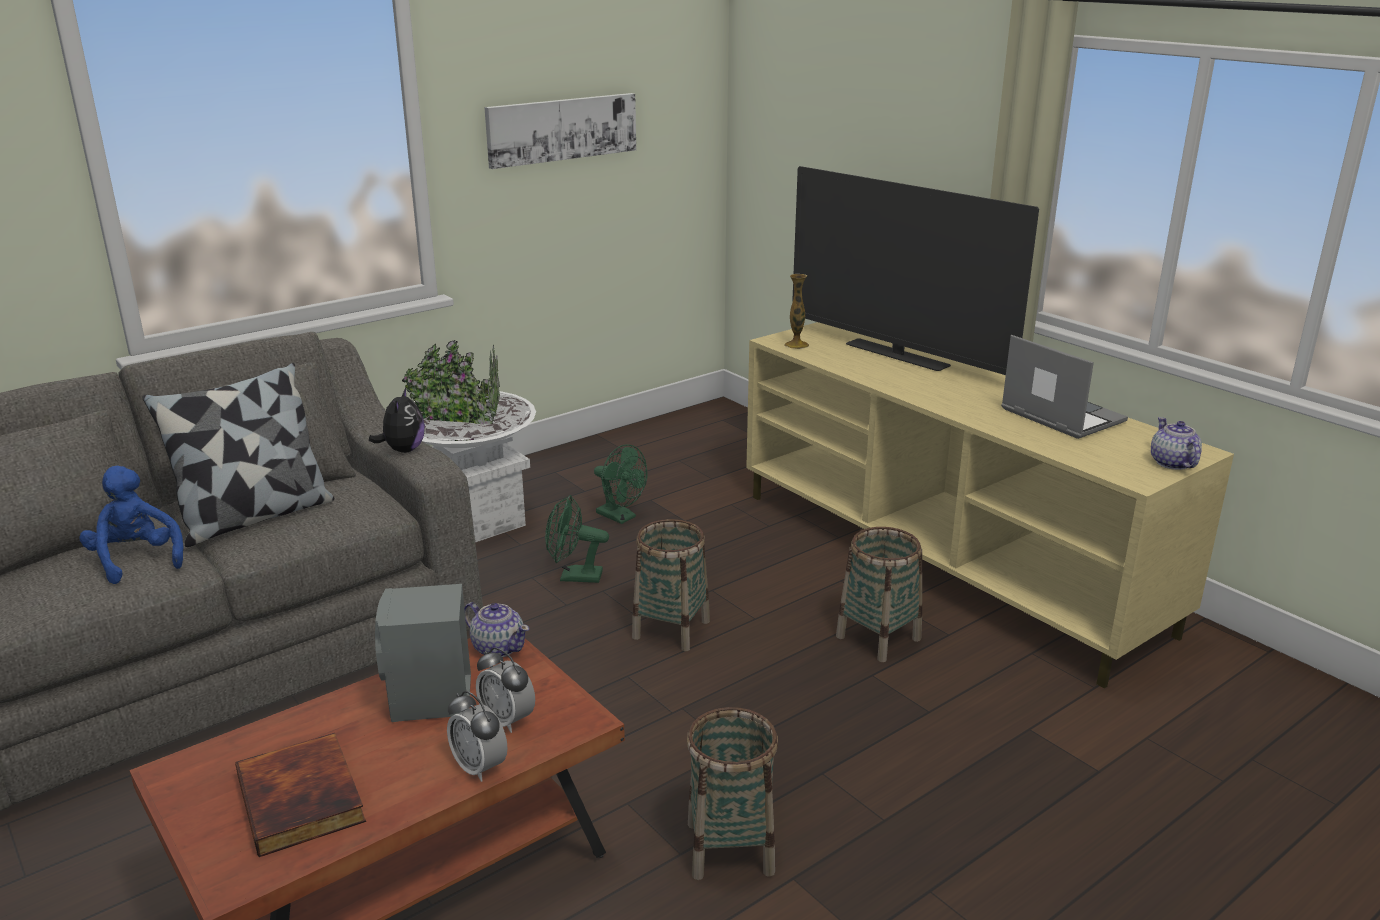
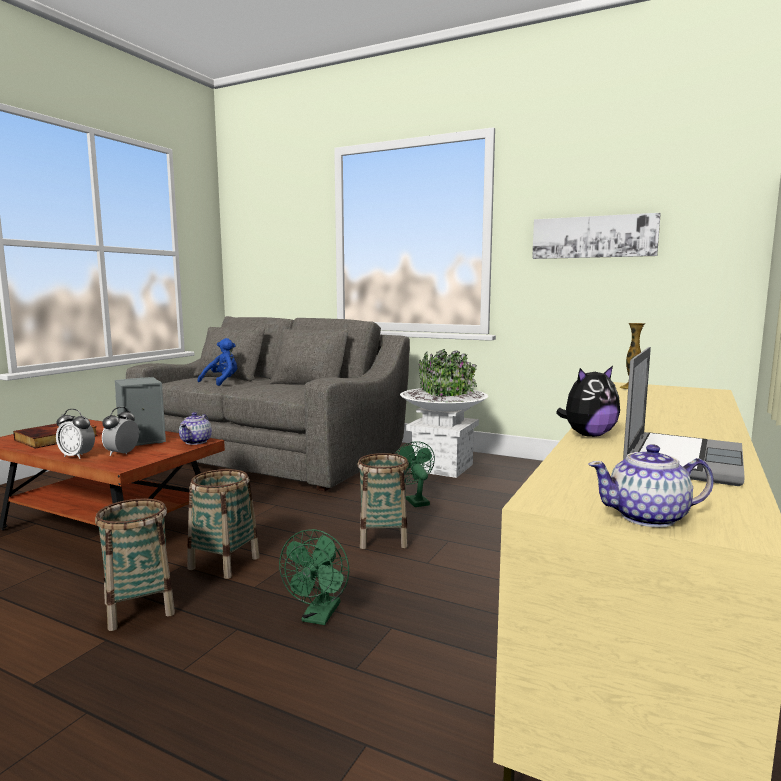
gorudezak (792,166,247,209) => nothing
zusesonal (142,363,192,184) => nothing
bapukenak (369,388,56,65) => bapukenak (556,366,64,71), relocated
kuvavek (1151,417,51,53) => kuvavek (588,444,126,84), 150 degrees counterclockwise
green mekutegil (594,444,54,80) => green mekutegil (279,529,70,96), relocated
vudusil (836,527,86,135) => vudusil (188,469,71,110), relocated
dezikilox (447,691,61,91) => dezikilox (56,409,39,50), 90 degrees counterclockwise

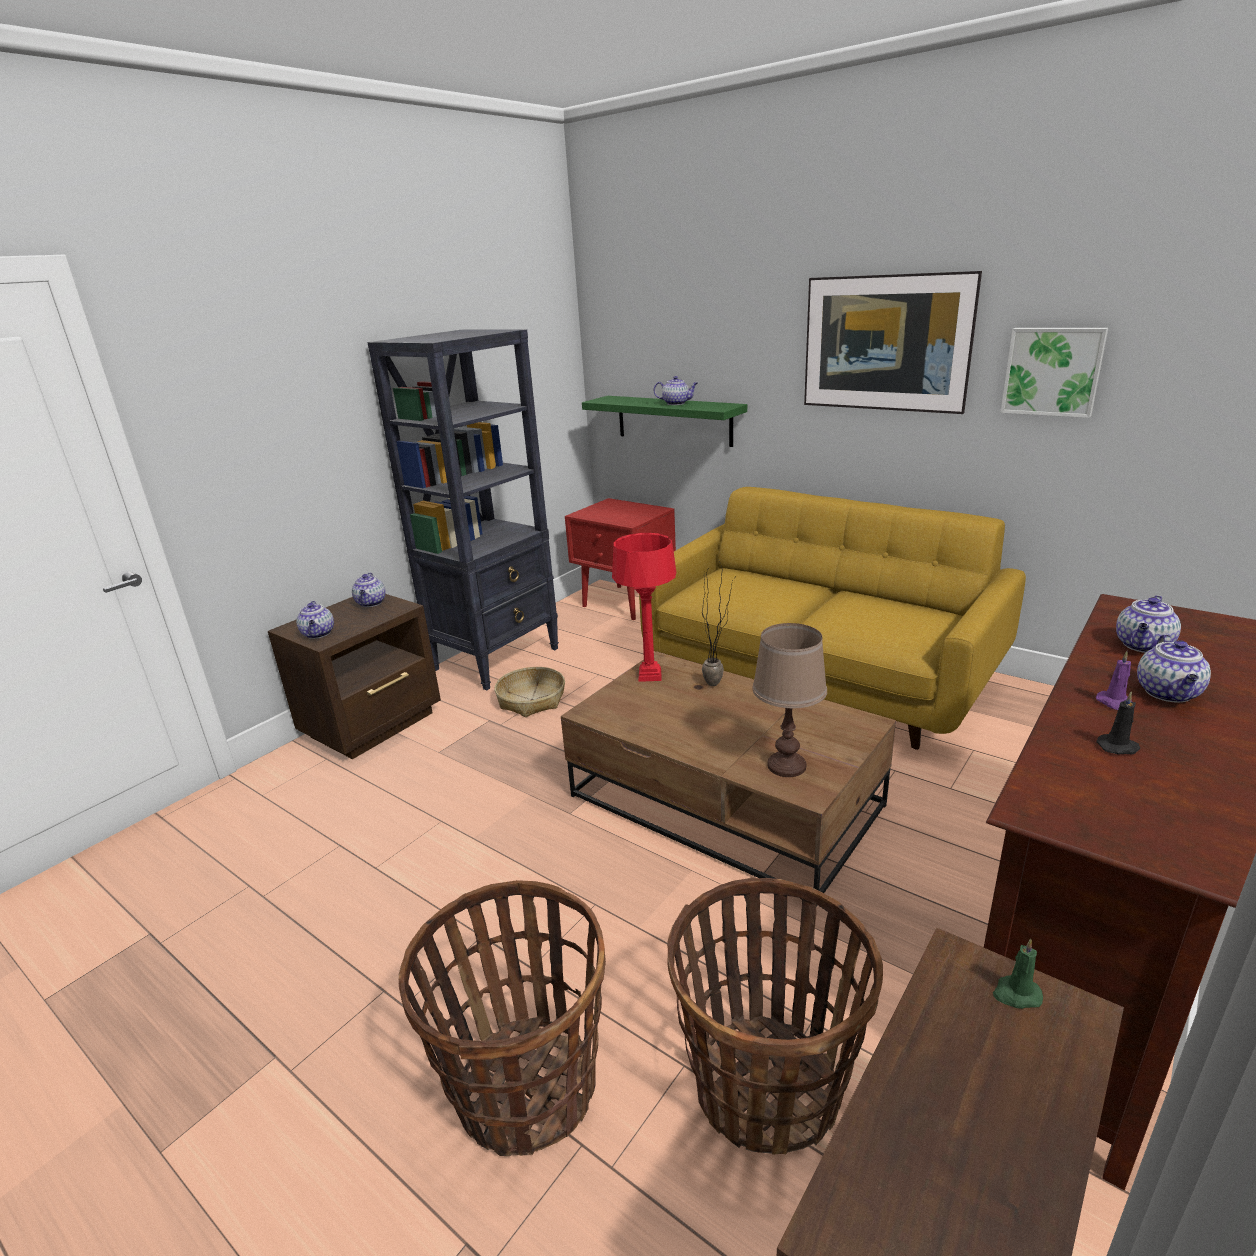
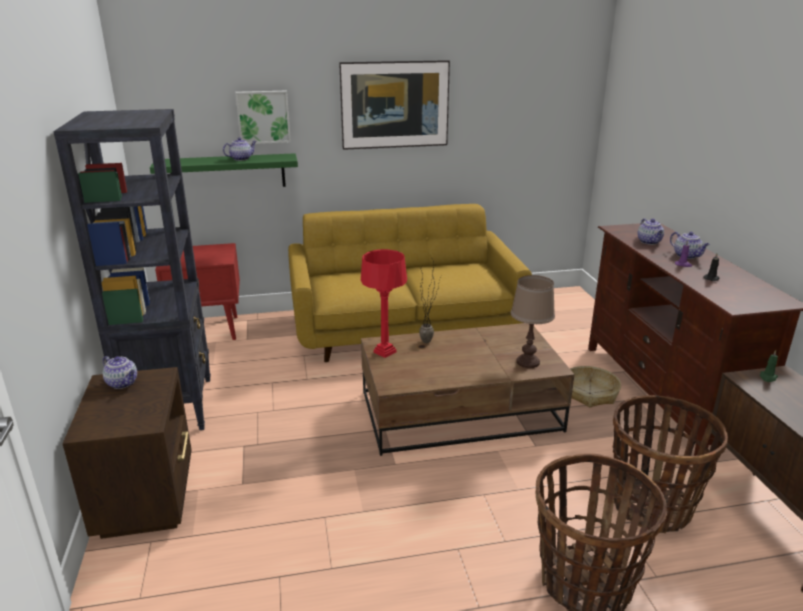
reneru (1000,328,108,90) => reneru (235,91,56,53), relocated
kuvavek (296,601,38,38) => nothing
vudusil (494,667,71,50) => vudusil (570,366,51,42), relocated

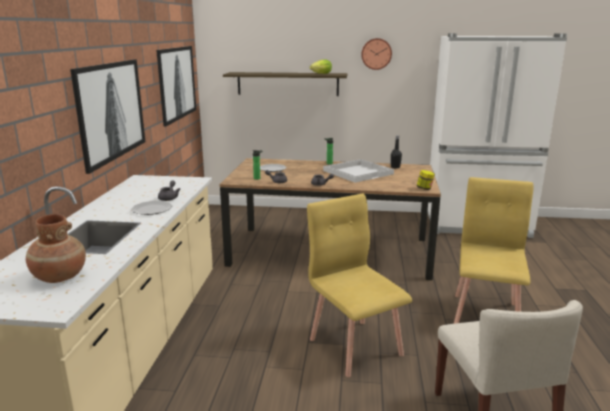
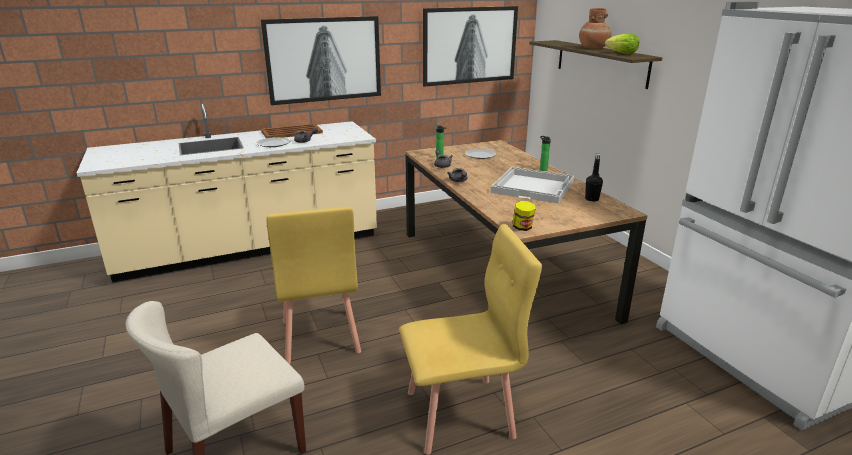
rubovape (361,38,31,32) => nothing
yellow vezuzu (307,194,105,183) => yellow vezuzu (266,207,95,157), 135 degrees clockwise
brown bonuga (26,214,60,69) => brown bonuga (579,8,33,41), relocated
nothing => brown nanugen (261,123,62,15)

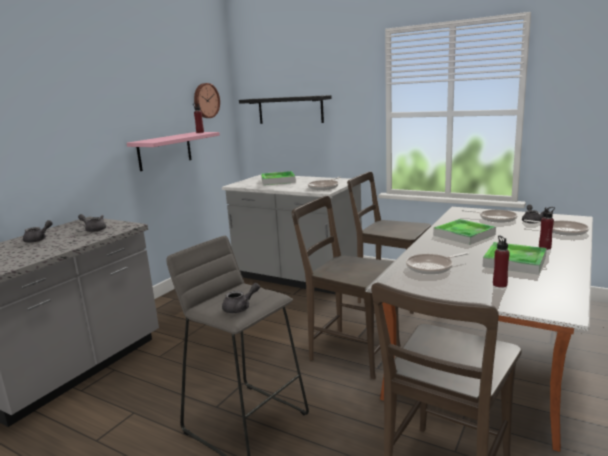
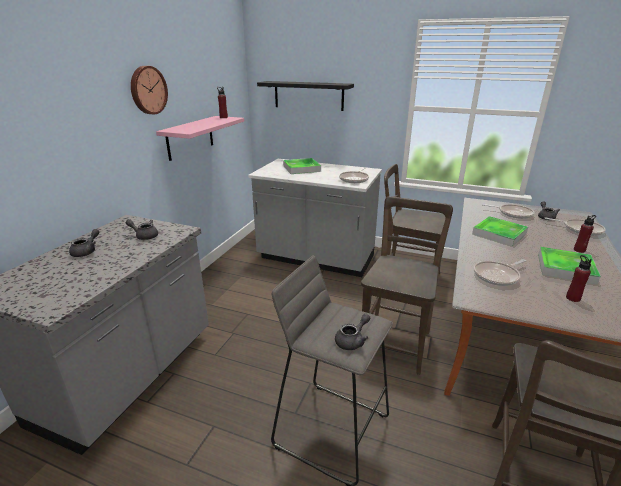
rubovape (194,83,26,35) => rubovape (131,66,37,48), relocated
brown vezuzu (292,196,109,183) => brown vezuzu (361,196,92,179), 90 degrees clockwise

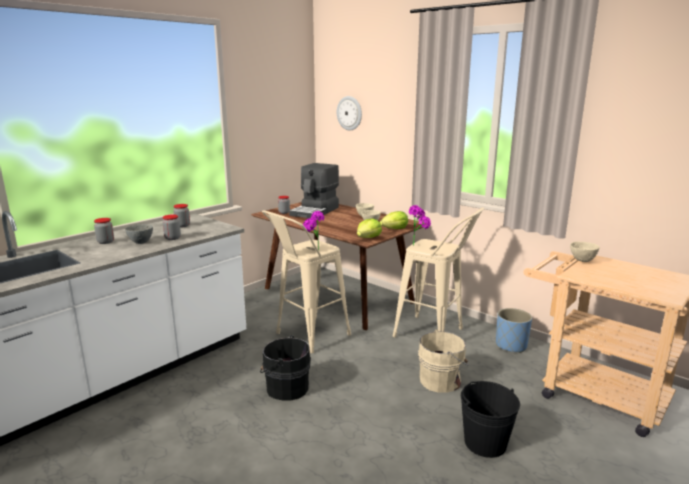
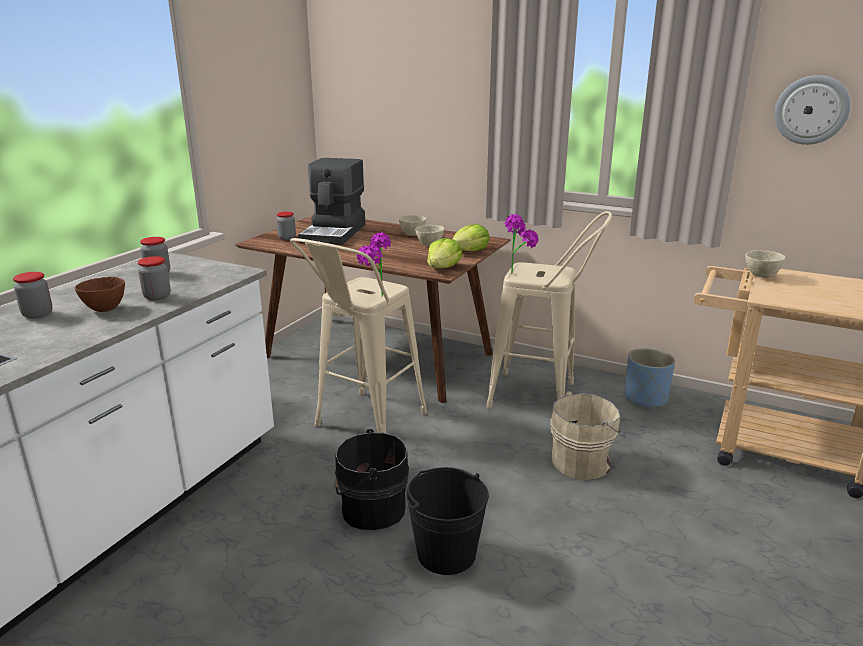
rubovape (337,96,25,35) => rubovape (774,75,77,70), relocated
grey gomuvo (125,224,28,20) => brown gomuvo (75,277,50,35)
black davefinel (461,381,59,77) => black davefinel (406,467,83,108), relocated

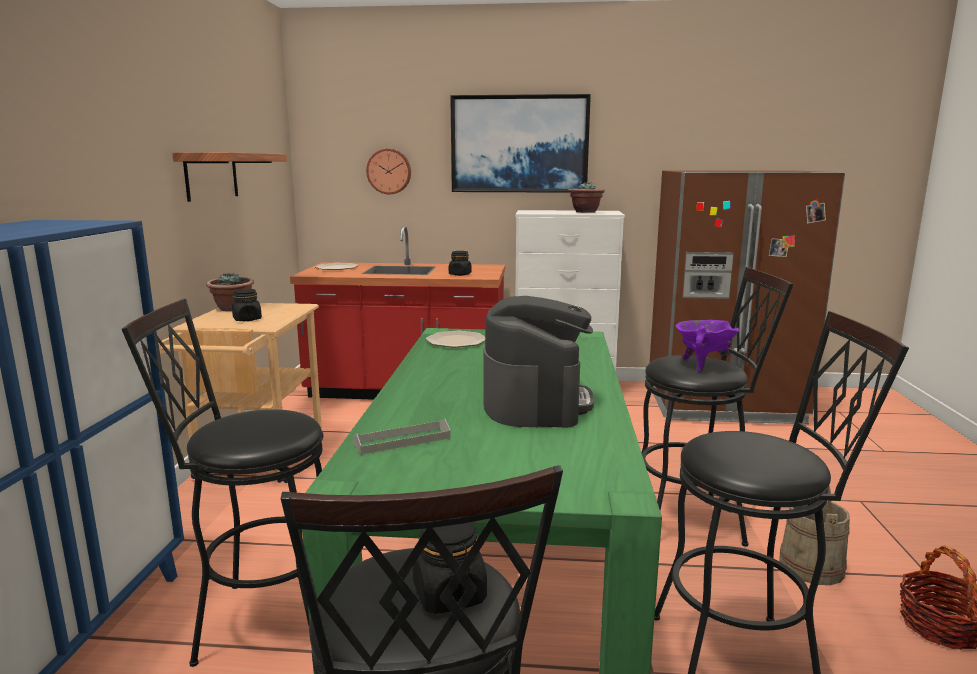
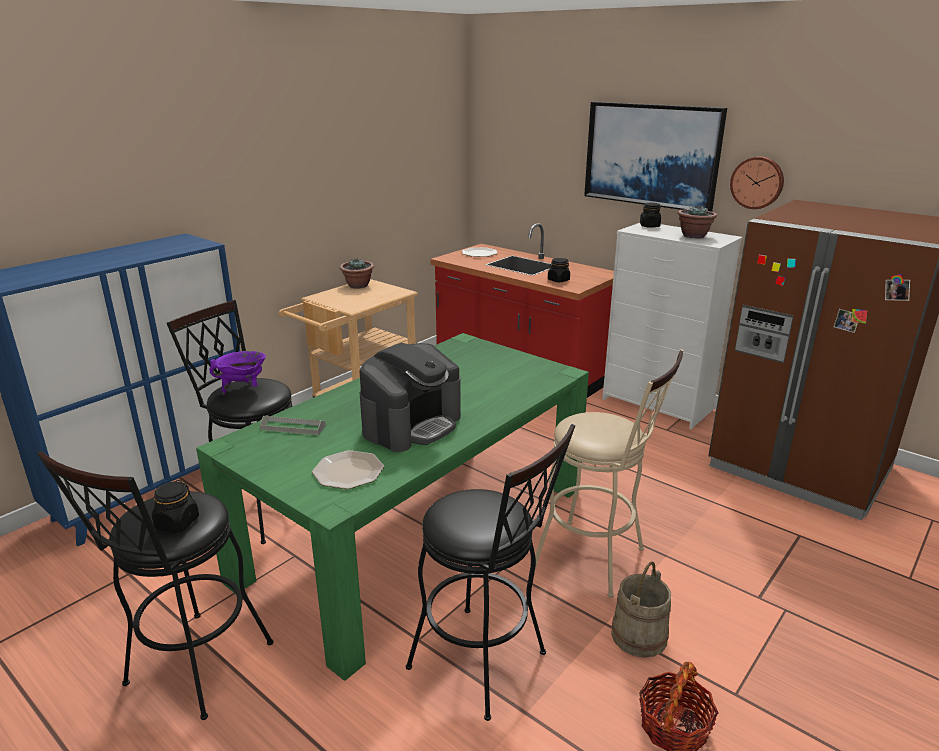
rubovape (366,149,45,45) => rubovape (730,156,54,53), relocated
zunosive (172,152,115,50) => nothing
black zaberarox (641,267,152,279) => beige zaberarox (535,349,149,249)
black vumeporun (232,289,30,32) => black vumeporun (640,203,21,25), relocated
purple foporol (676,320,64,53) => purple foporol (210,351,56,44), relocated
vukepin (426,331,59,16) => vukepin (312,450,72,39), relocated

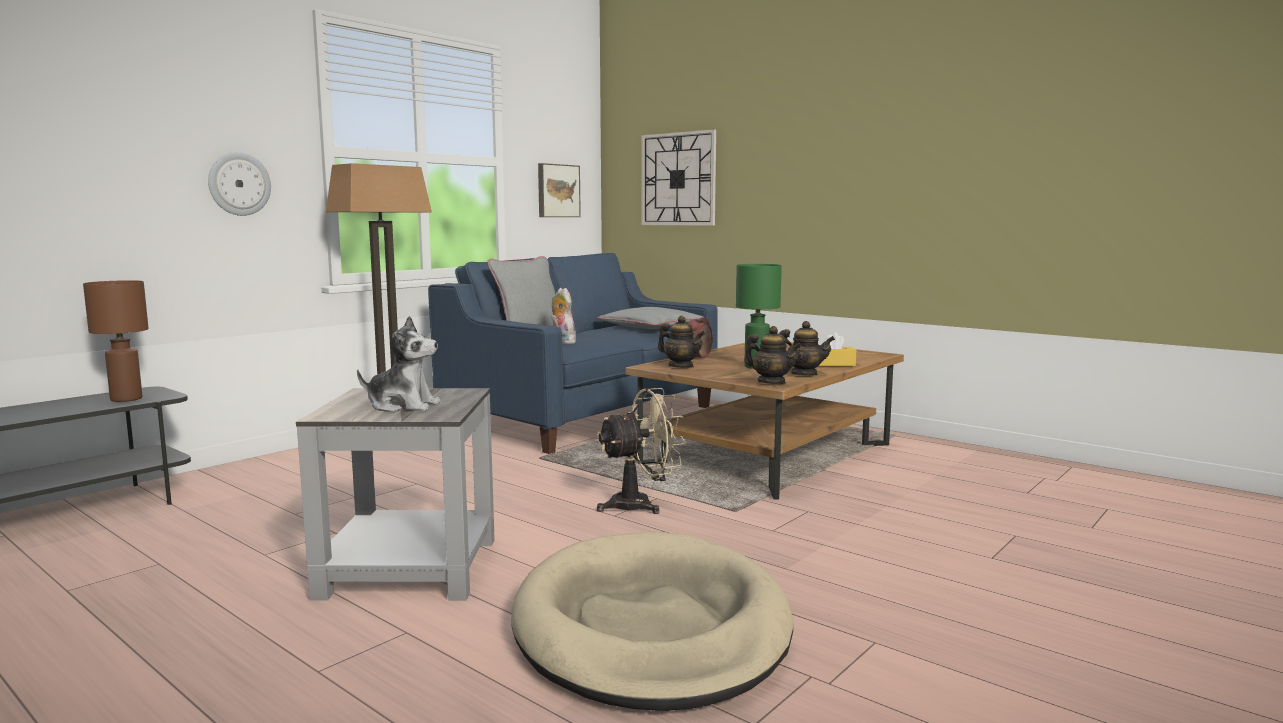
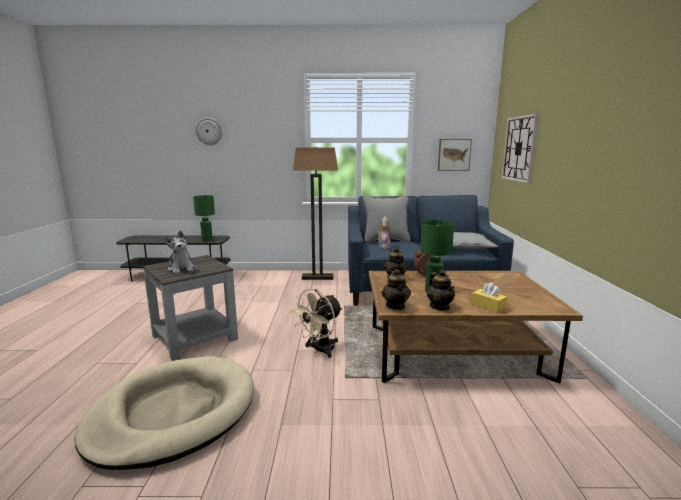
rubovape (208,152,63,64) => rubovape (196,117,26,28), relocated
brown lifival (83,280,66,122) => green lifival (193,195,22,46)
beige mekutegil (597,388,89,126) => beige mekutegil (290,288,52,70), 105 degrees clockwise

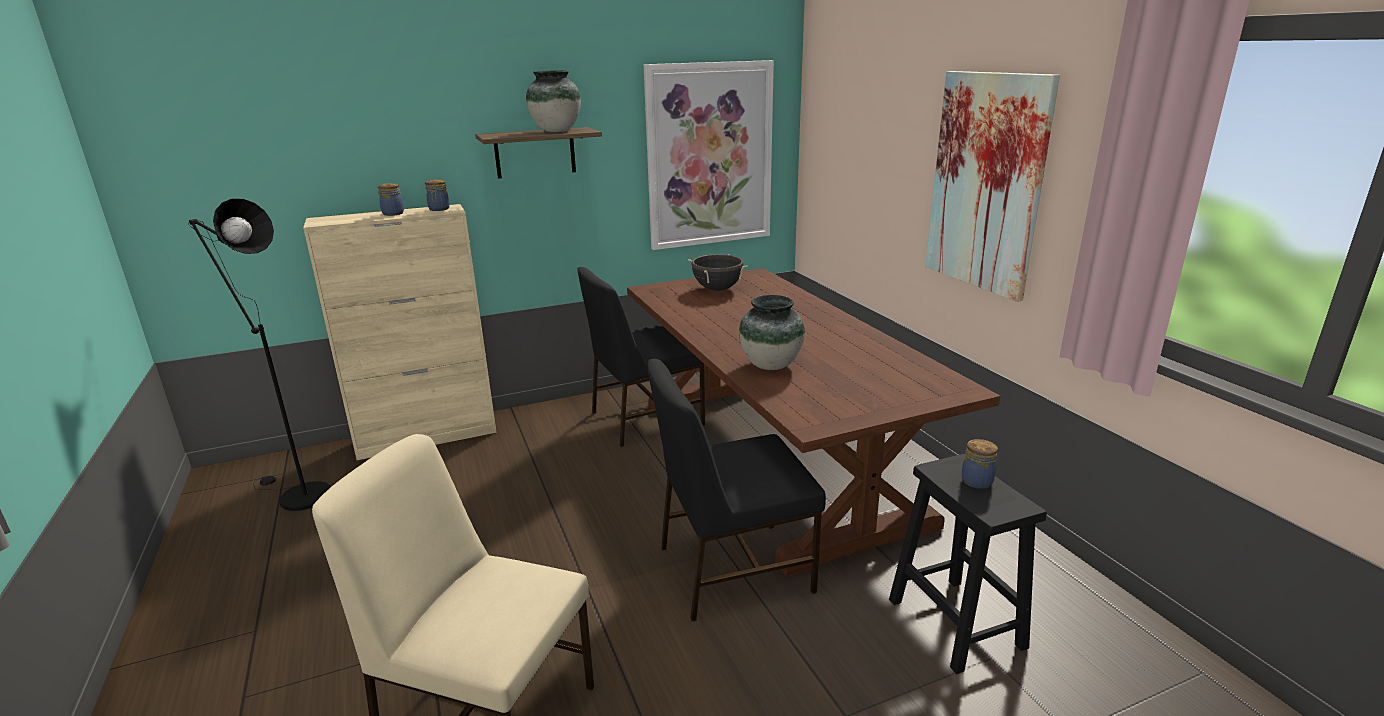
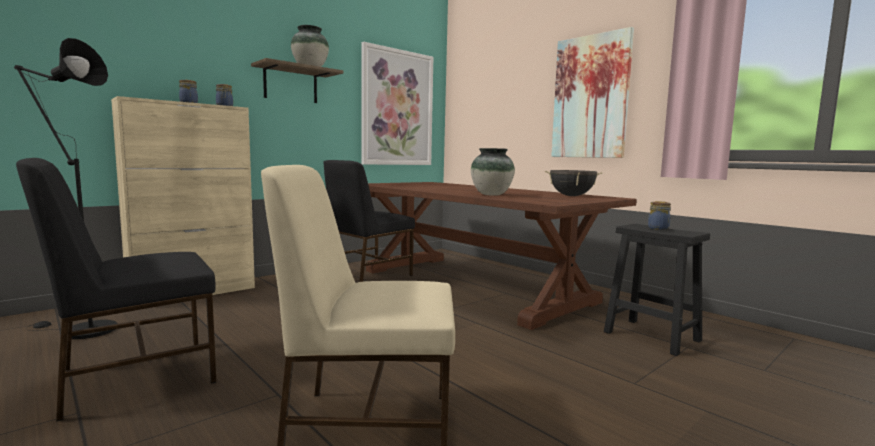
black foporol (688,254,60,37) => black foporol (545,170,57,26), relocated
black vezuzu (647,359,179,262) => black vezuzu (16,158,200,264), relocated

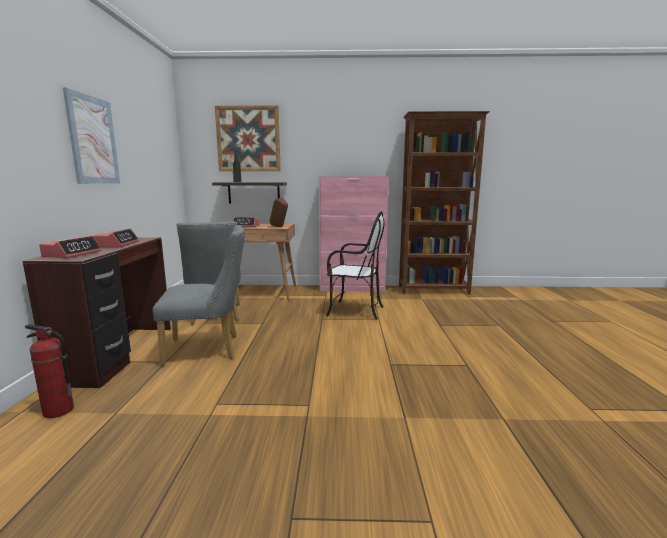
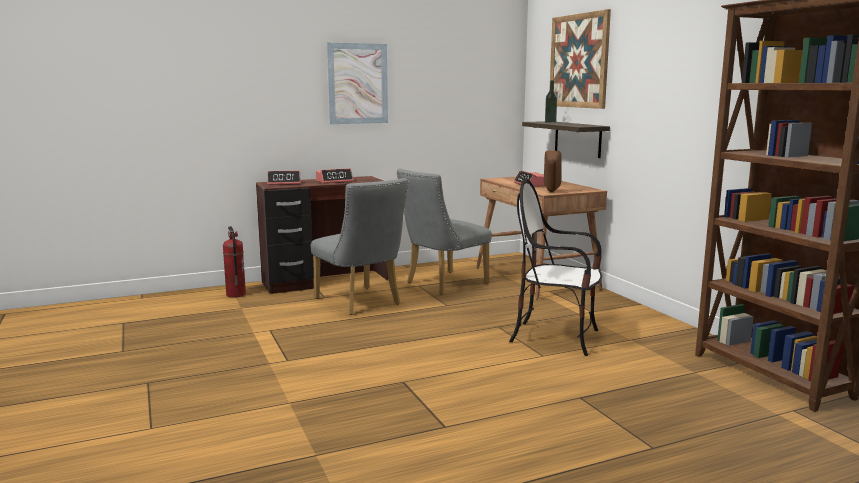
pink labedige (319,176,70,116) => nothing
vezuzu (326,211,58,108) => vezuzu (509,179,93,177), 120 degrees clockwise

